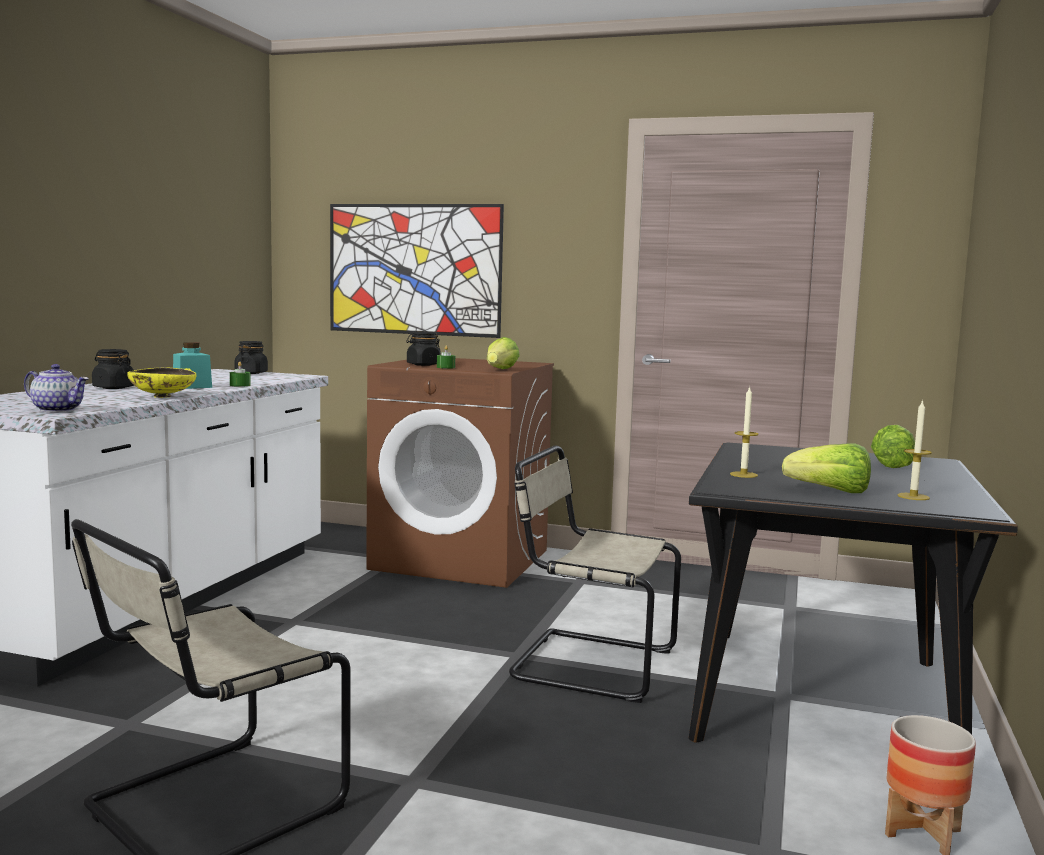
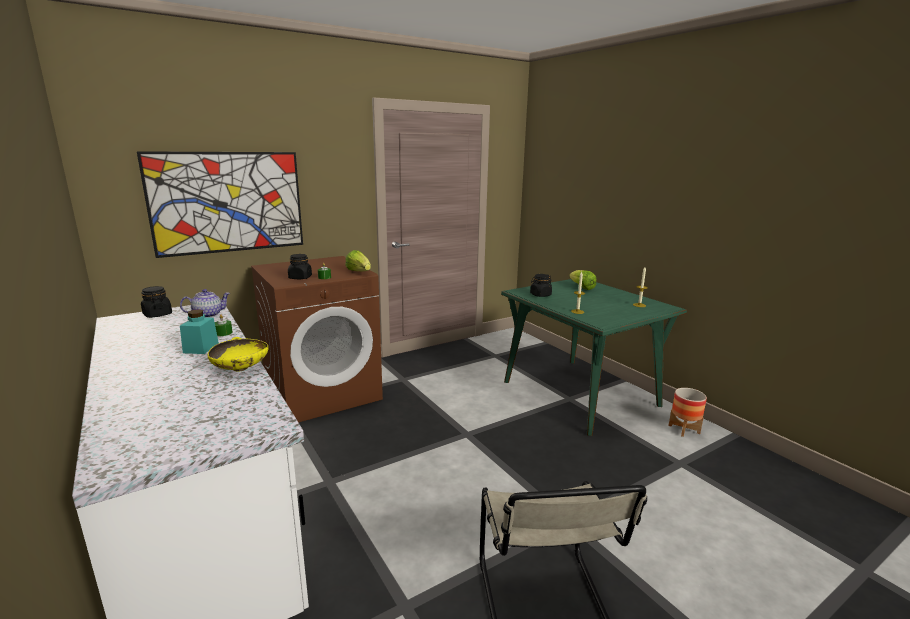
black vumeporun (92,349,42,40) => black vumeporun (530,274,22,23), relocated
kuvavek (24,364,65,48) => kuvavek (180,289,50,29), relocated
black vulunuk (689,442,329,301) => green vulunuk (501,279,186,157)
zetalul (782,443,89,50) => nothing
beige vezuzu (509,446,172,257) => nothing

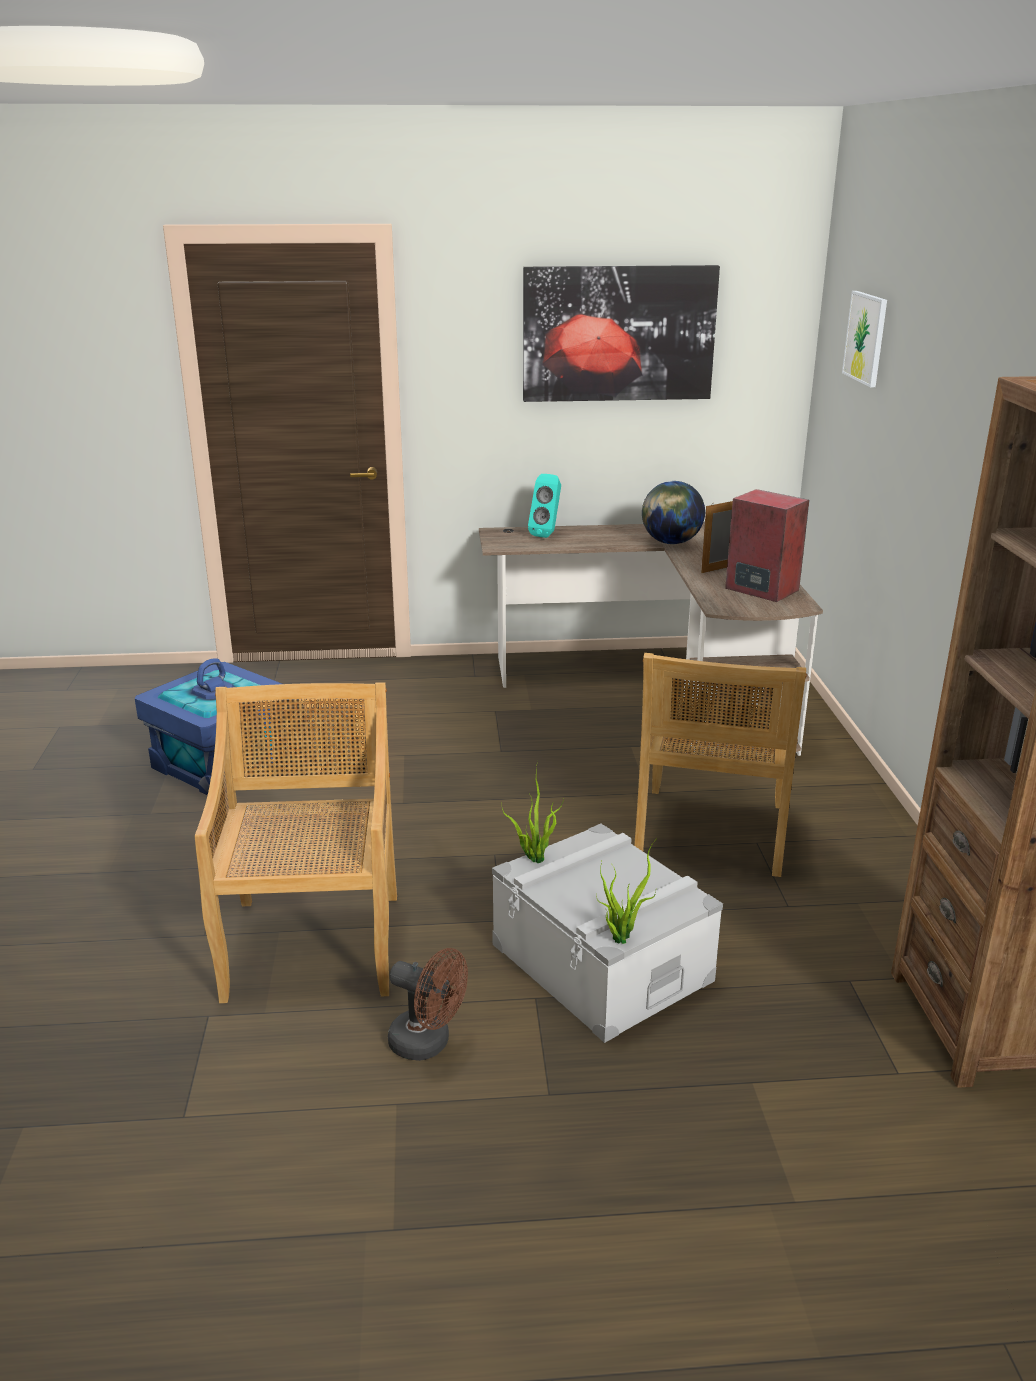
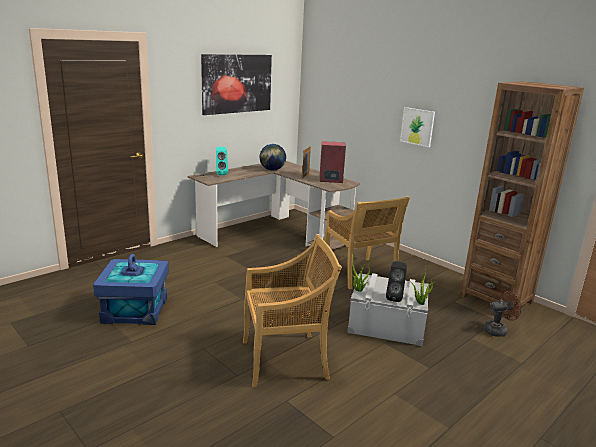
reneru (842,291,45,96) => reneru (400,107,35,40), relocated
beige vezuzu (195,682,202,321) => beige vezuzu (243,234,99,153), 120 degrees clockwise
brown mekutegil (388,948,80,113) => brown mekutegil (483,291,38,46), relocated
nothing => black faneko (386,261,21,41)

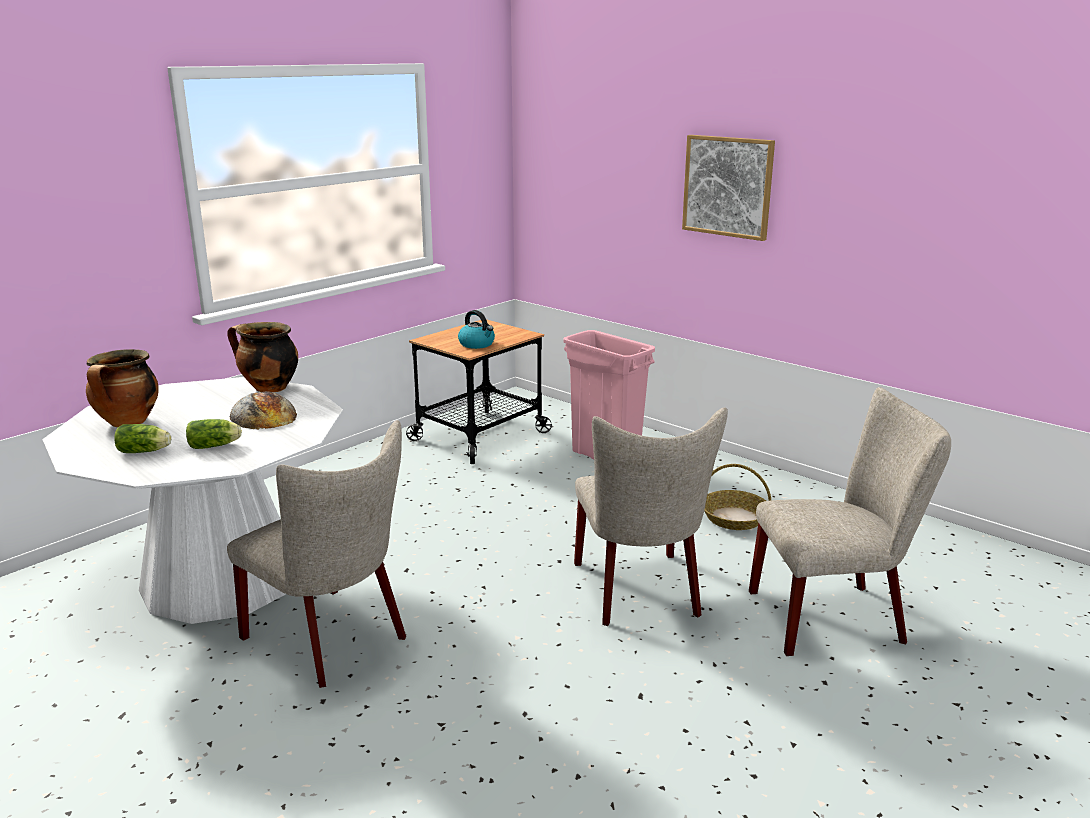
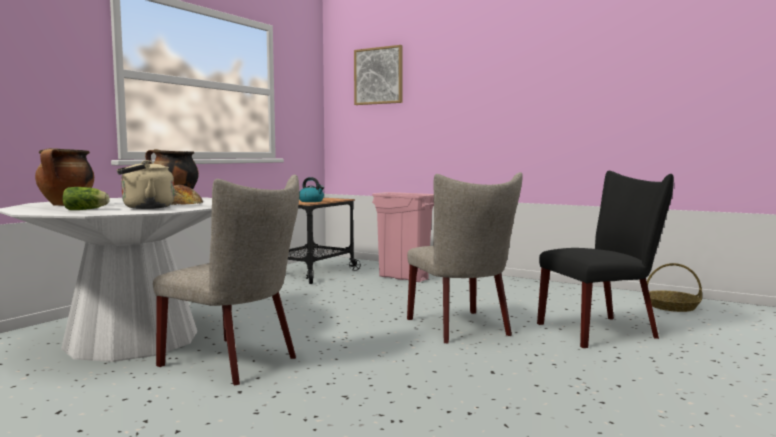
reneru (682,135,93,106) => reneru (354,45,49,60), relocated
beige vezuzu (749,387,202,269) => black vezuzu (537,171,137,177)
zetalul (186,419,56,30) => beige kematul (117,160,57,49)
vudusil (704,464,67,66) => vudusil (647,263,55,49), relocated

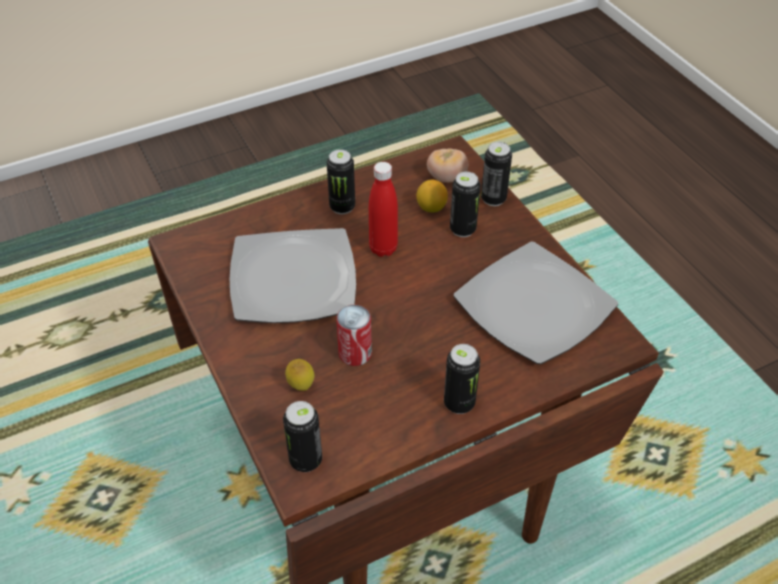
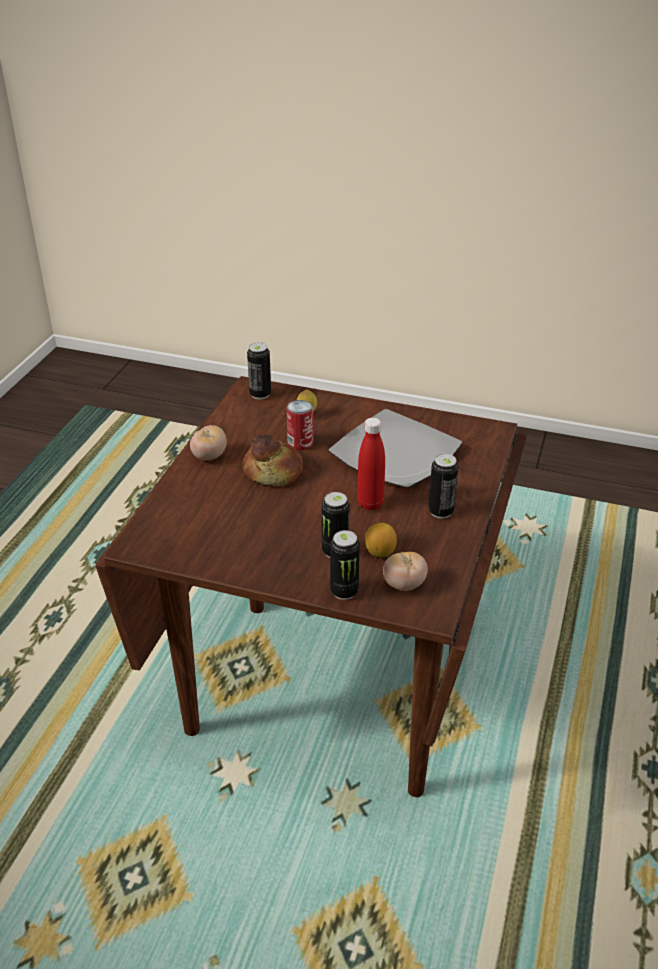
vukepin (454,242,164,122) => nothing
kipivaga (444,344,36,70) => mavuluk (190,425,37,35)
nothing => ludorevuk (242,434,61,52)

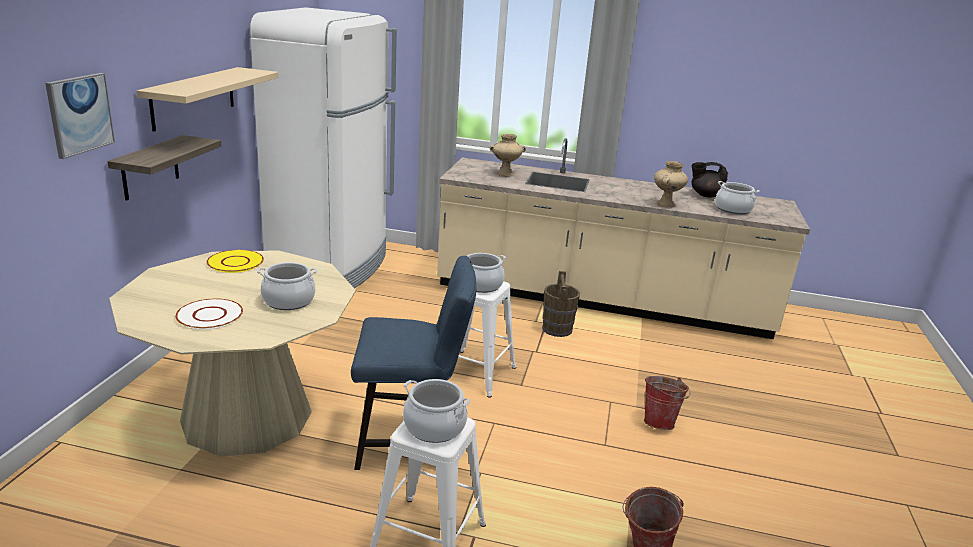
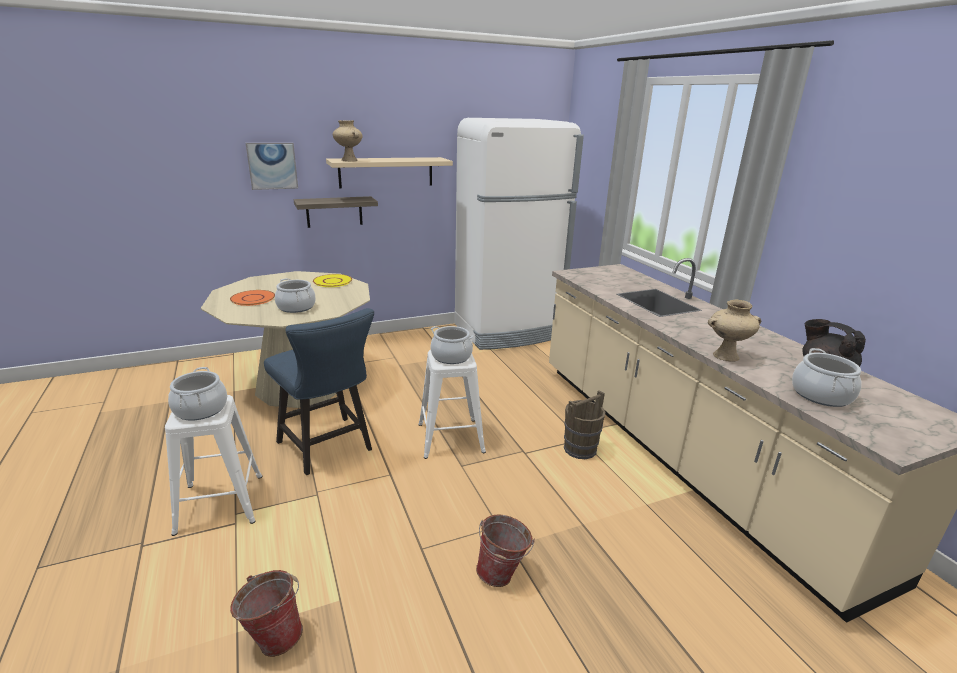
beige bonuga (490,134,36,43) => beige bonuga (333,120,30,41), relocated
white vukepin (175,298,68,31) => orange vukepin (230,290,45,16)

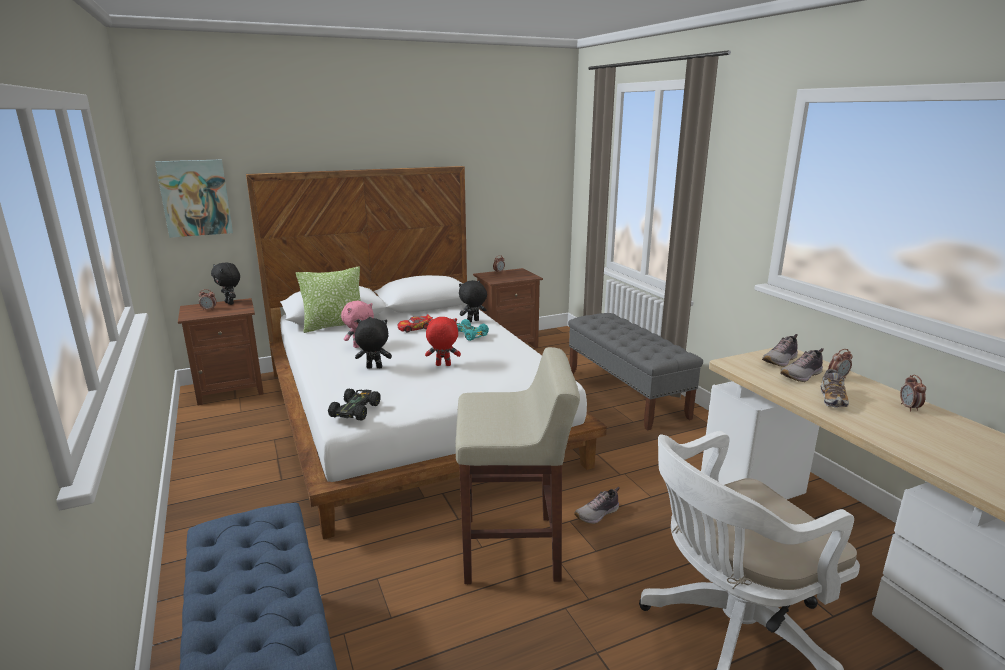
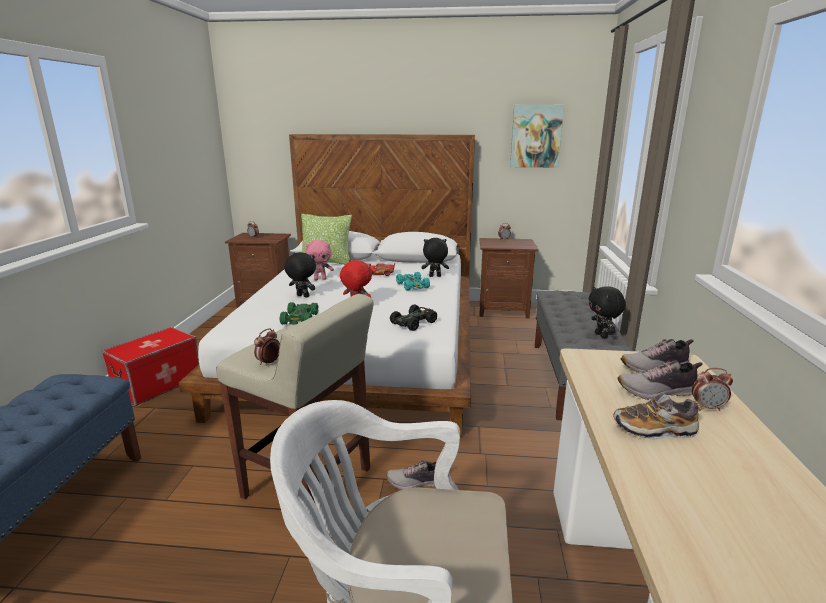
reneru (155,159,78,79) => reneru (510,105,54,63), relocated
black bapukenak (211,262,29,43) => black bapukenak (589,286,37,53), relocated
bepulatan (821,368,28,40) => bepulatan (613,393,89,47), 45 degrees clockwise
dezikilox (900,375,26,36) => dezikilox (254,328,26,38), relocated
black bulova (328,388,53,33) => black bulova (390,304,47,27), relocated
nothing => green bulova (279,302,39,23)
nothing => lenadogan (102,327,97,79)

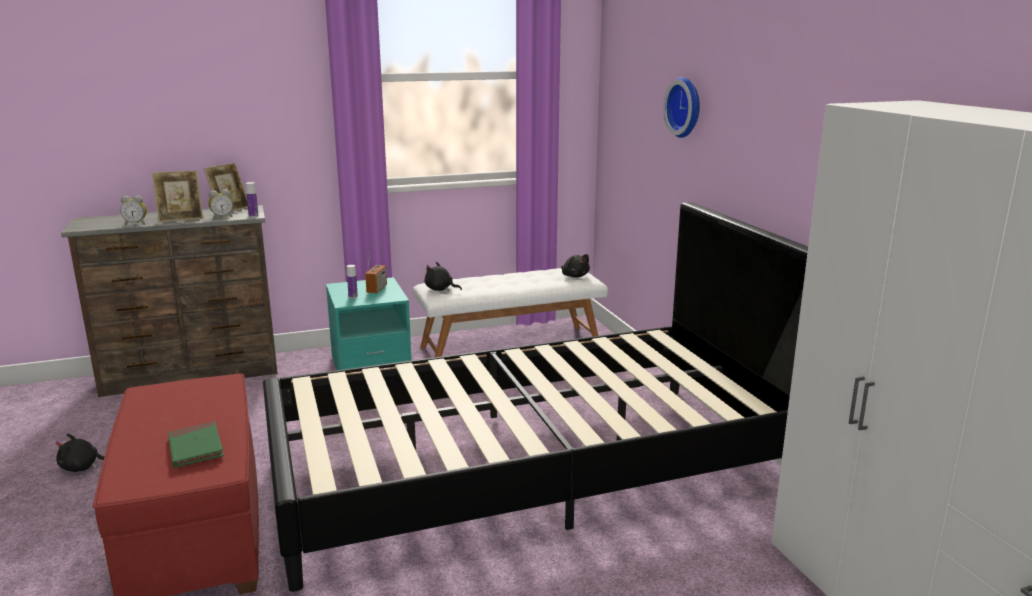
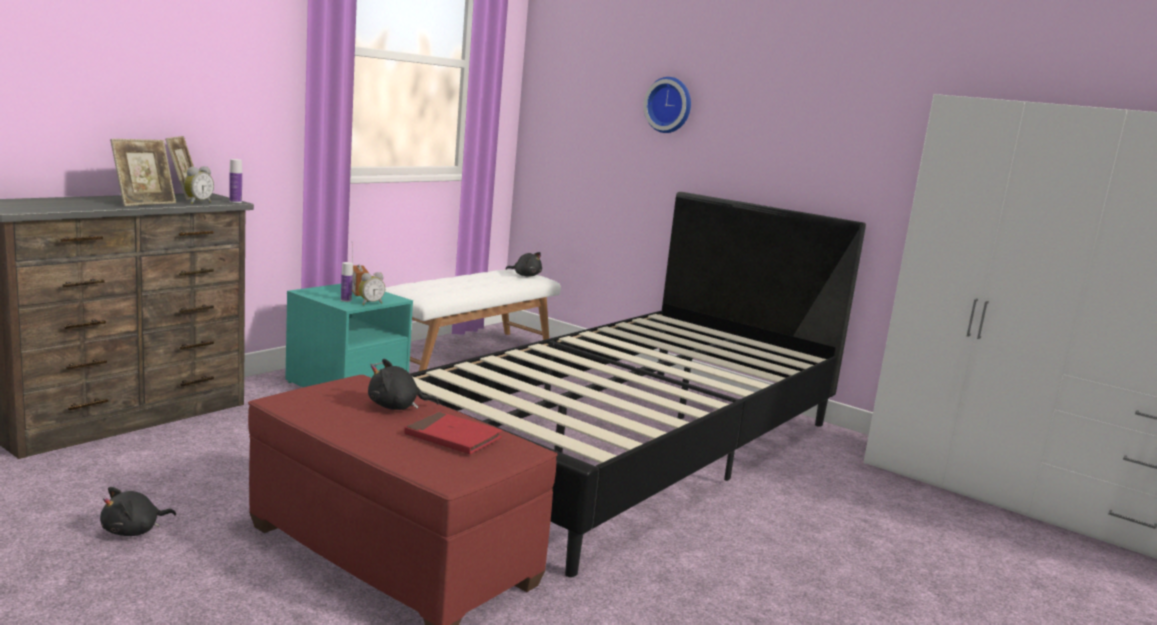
dezikilox (120,195,27,30) => dezikilox (359,272,26,33), relocated
black bapukenak (424,262,38,29) => black bapukenak (368,359,71,51), relocated
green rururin (168,421,56,47) => red rururin (404,412,98,42)

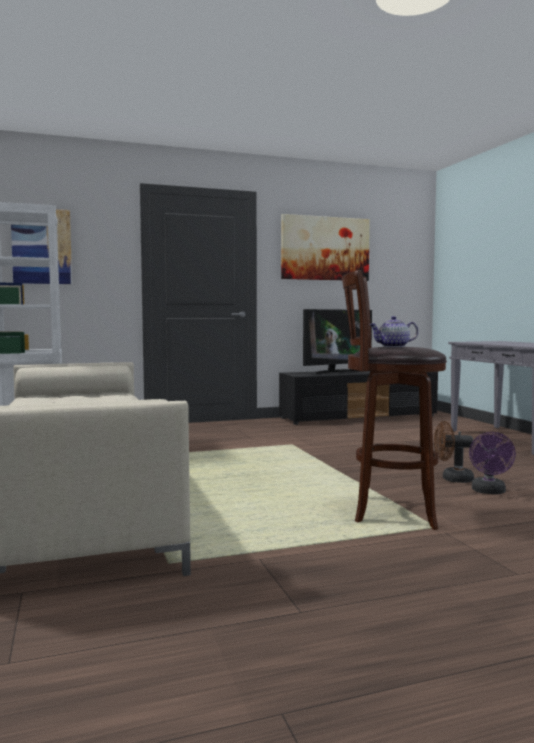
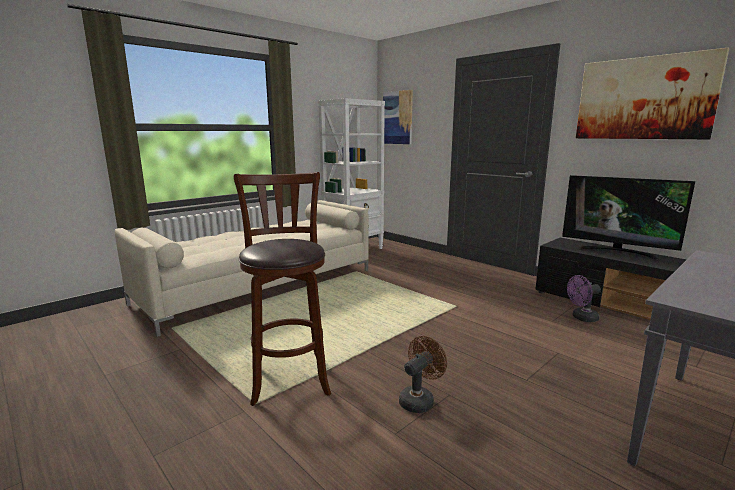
kuvavek (369,316,49,31) => nothing
brown mekutegil (434,421,40,62) => brown mekutegil (399,336,48,77), 60 degrees clockwise
purple mekutegil (469,432,47,62) => purple mekutegil (567,275,34,47), relocated

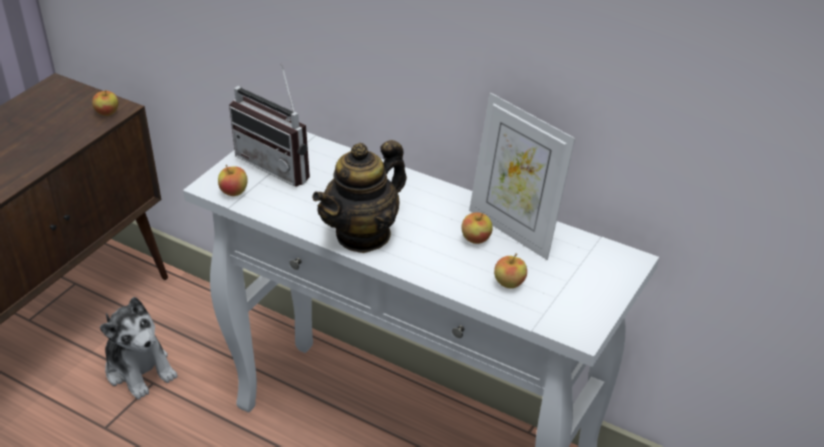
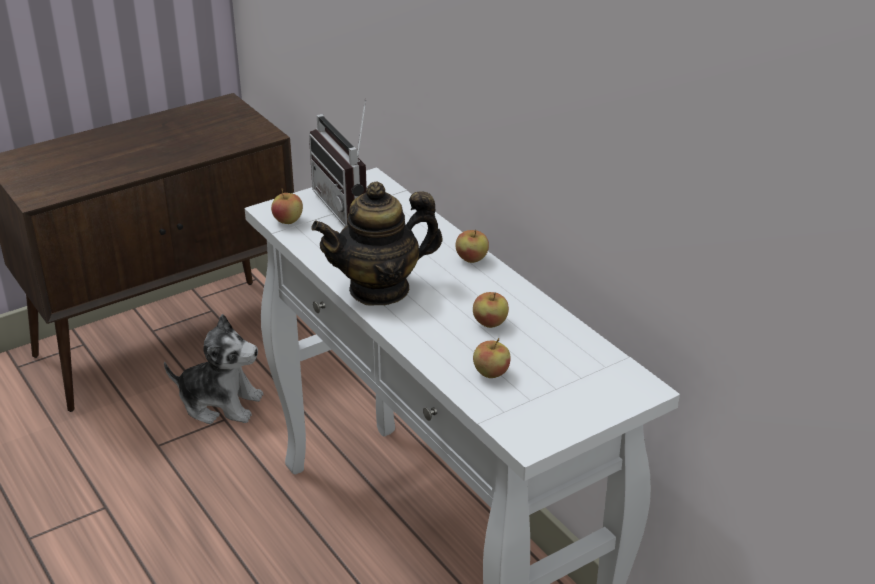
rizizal (92,90,26,26) => rizizal (455,230,34,33), relocated
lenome (469,93,106,167) => nothing
bapukenak (100,297,78,103) => bapukenak (164,314,99,110), 60 degrees counterclockwise

